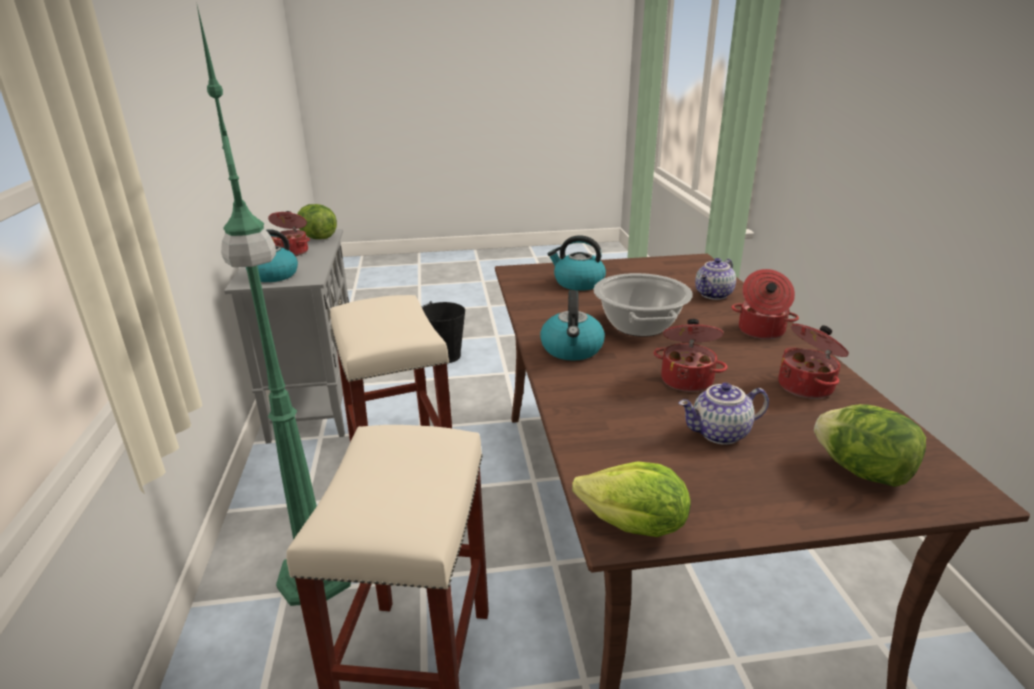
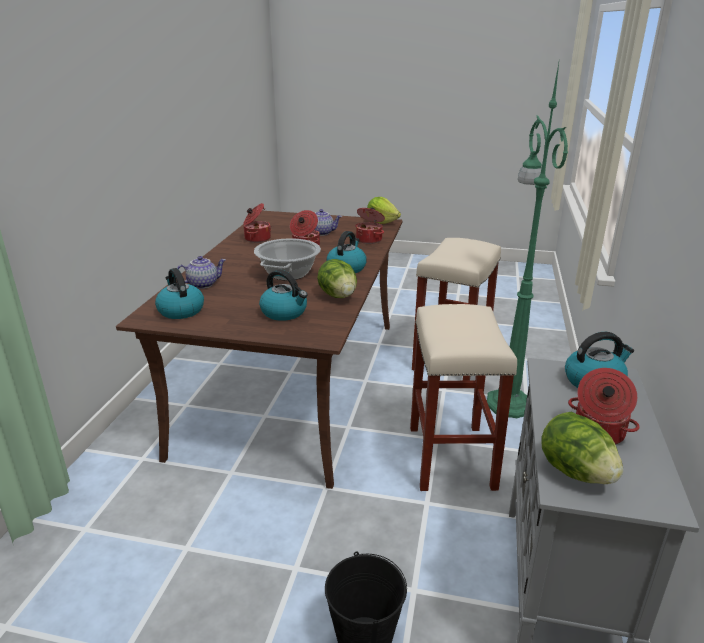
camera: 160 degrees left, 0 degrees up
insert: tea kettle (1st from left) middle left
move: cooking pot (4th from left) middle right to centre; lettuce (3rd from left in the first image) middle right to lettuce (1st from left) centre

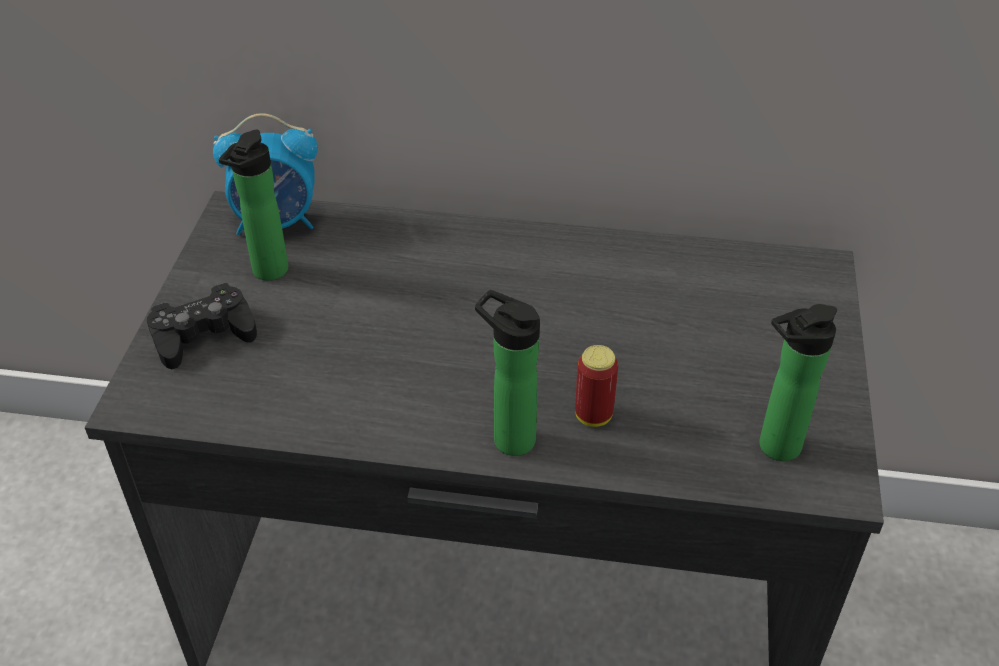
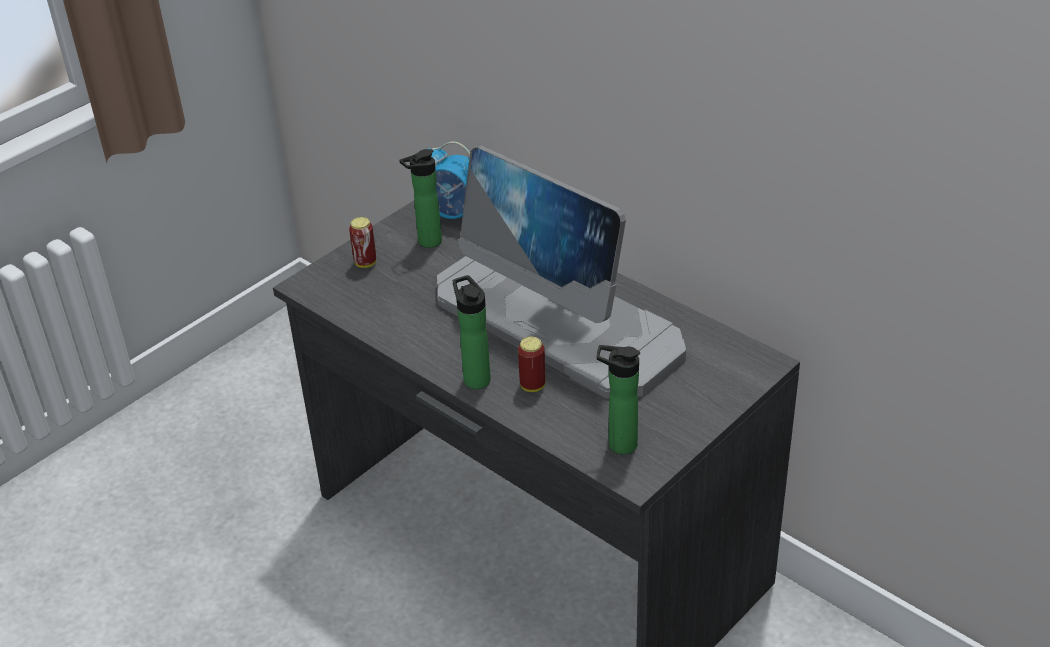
camera: 35 degrees right, 5 degrees down
insert: computer screen centre
replace: blackish joypad middle left to metal can (1st from left) centre

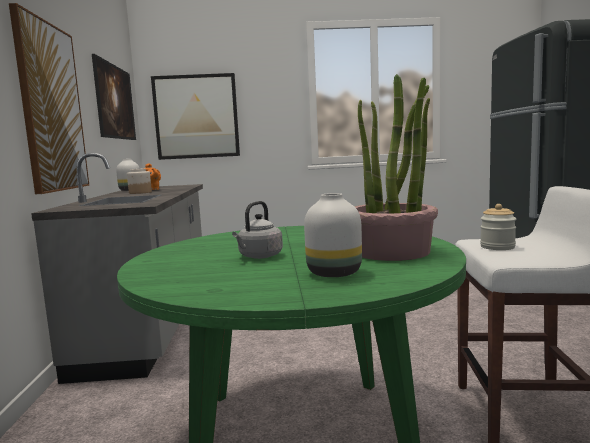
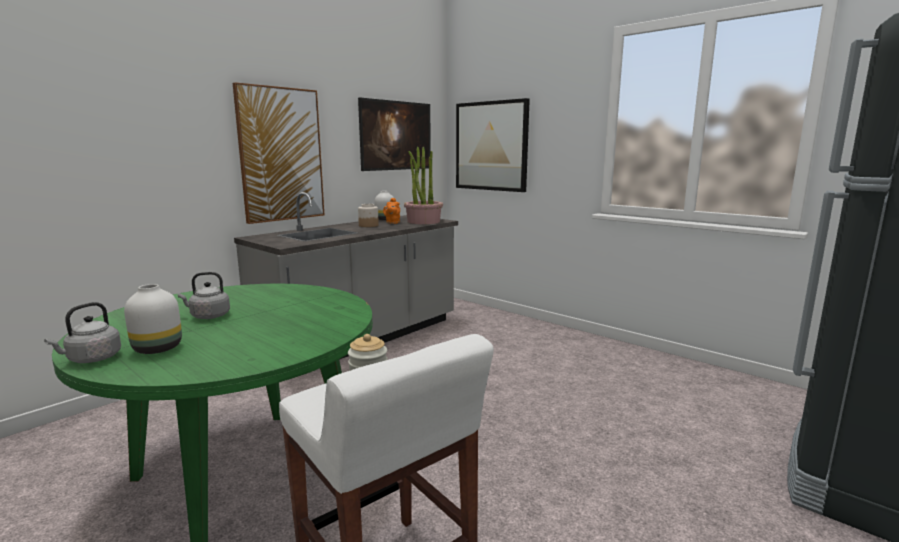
camera: 45 degrees right, 5 degrees up
insert: gray tea kettle (1st from left) middle left
move: houseplant middle right to centre

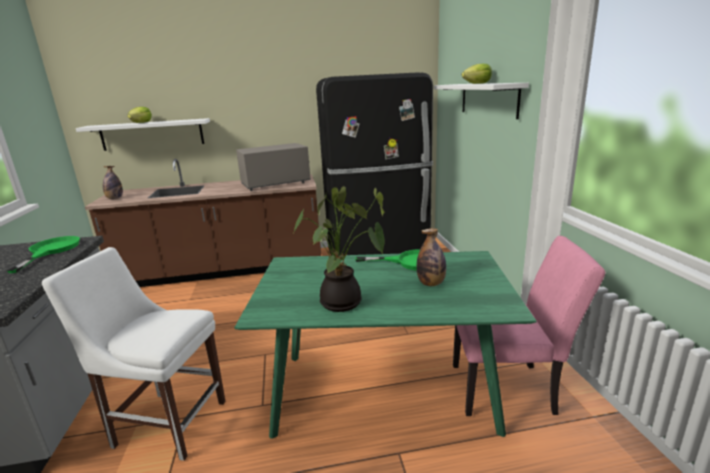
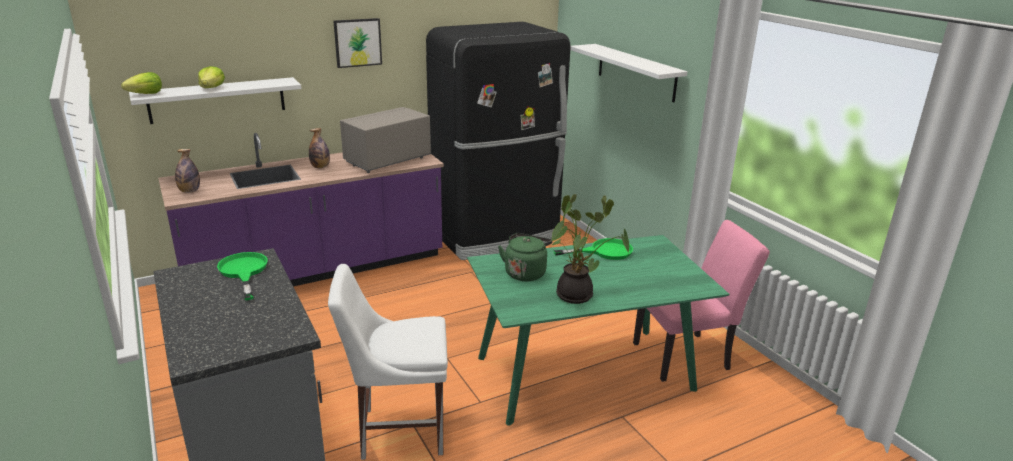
camera: 20 degrees left, 5 degrees up
insert: picture top centre; greenish tea kettle centre
move: drink bottle (2nd from left) centre to top left; lettuce (2nd from left in the first image) top right to lettuce (1st from left) top left
recolor: brown-coloured kitchen counter middle left to purple-coloured kitchen counter middle left

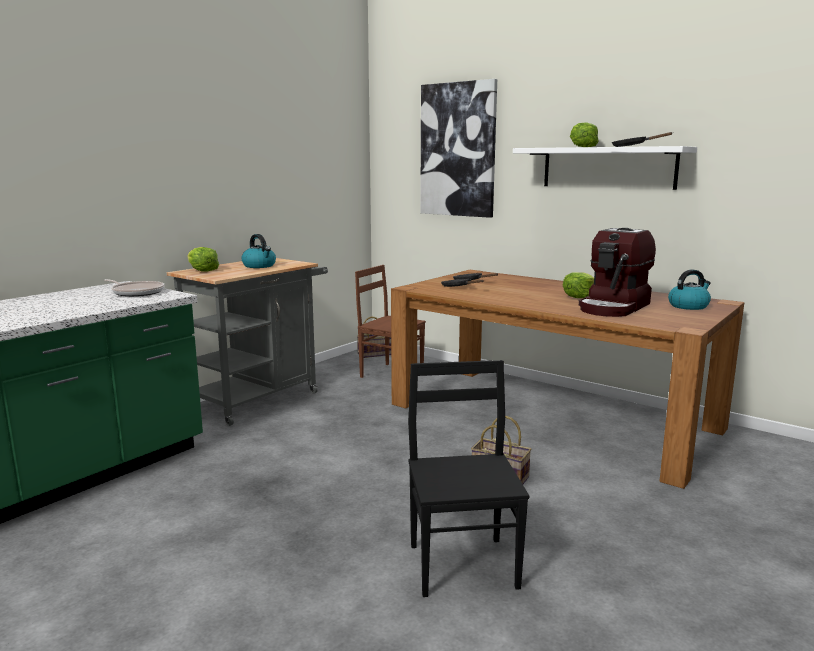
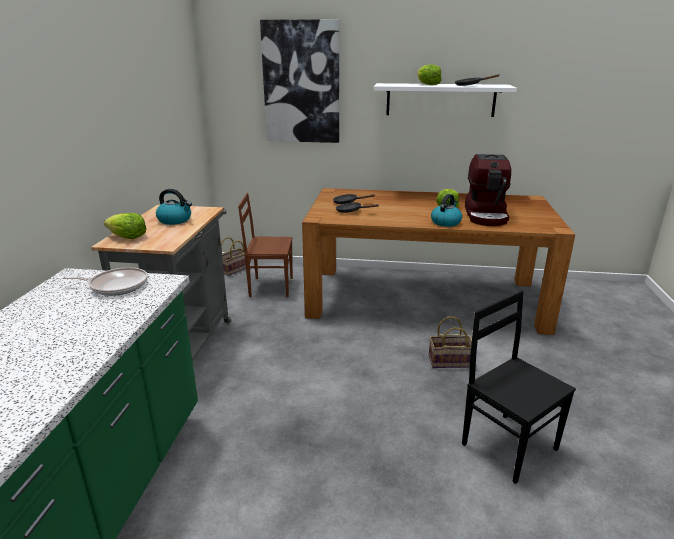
camera: 30 degrees left, 10 degrees up
move: tea kettle (2nd from left) middle right to centre

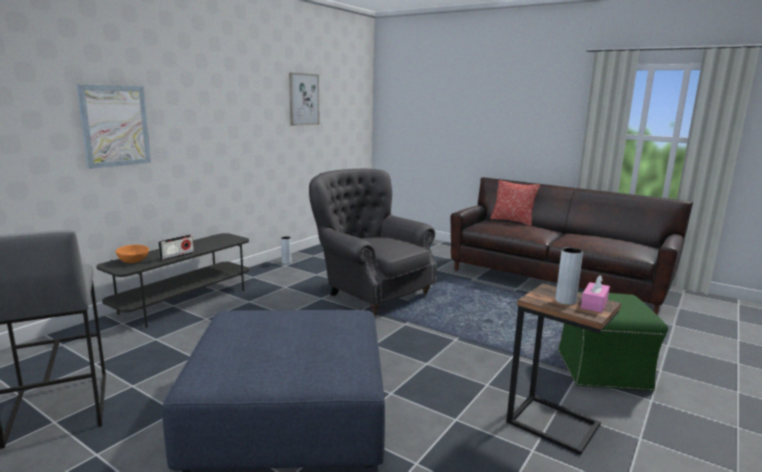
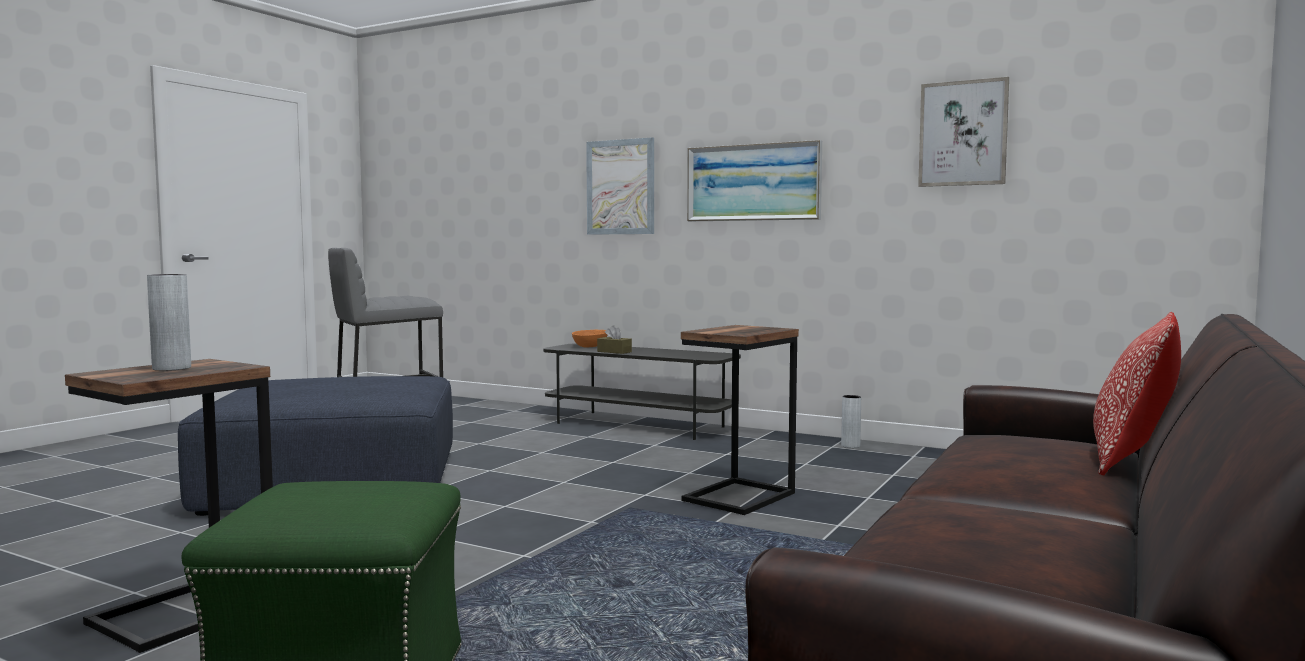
camera: 85 degrees right, 10 degrees down
delete: pink-coloured tissue box middle right
insert: picture (2nd from left) top centre
replace: radio set middle left to brown-coloured tissue box centre; gray easy chair centre to accent table (2nd from left) centre

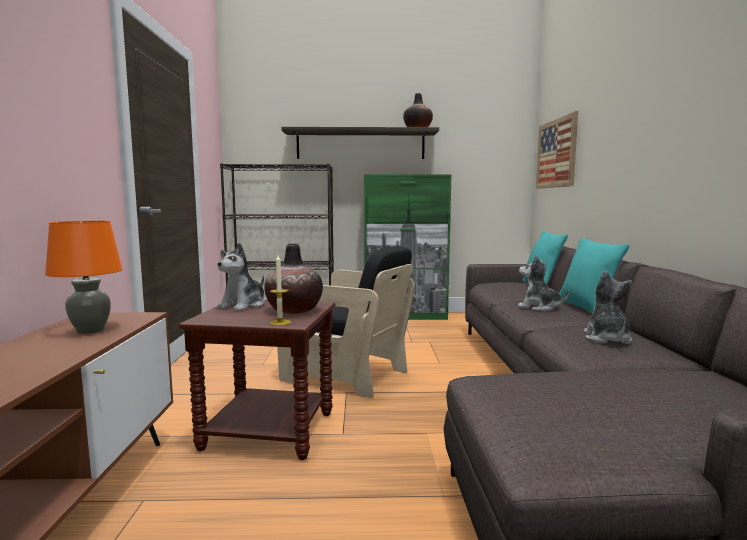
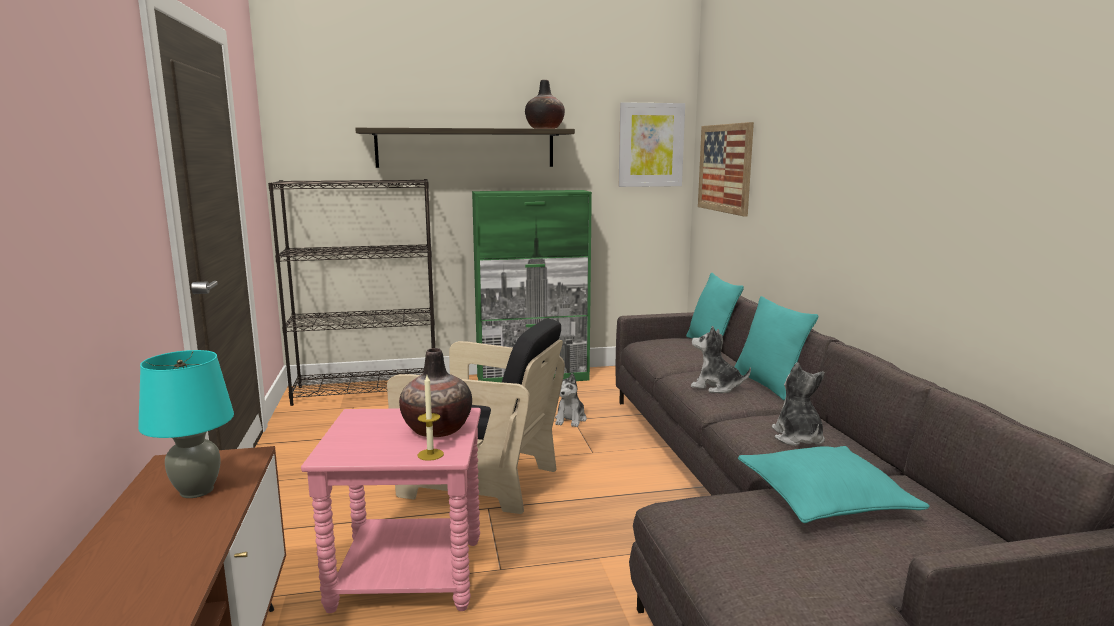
camera: 10 degrees left, 5 degrees up
insert: picture (1st from left) top centre; turquoise pillow (3rd from left) bottom right
move: plush toy (1st from left) middle left to centre
recolor: orangey tabletop lamp middle left to turquoise tabletop lamp bottom left; brown-coloured accent table bottom centre to pink-coloured accent table bottom centre

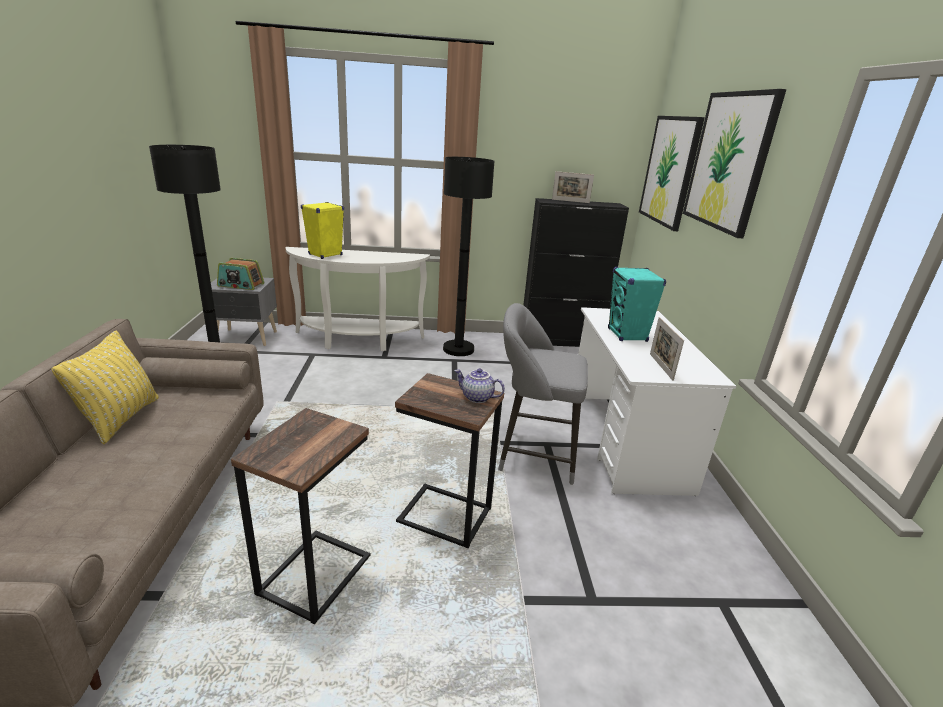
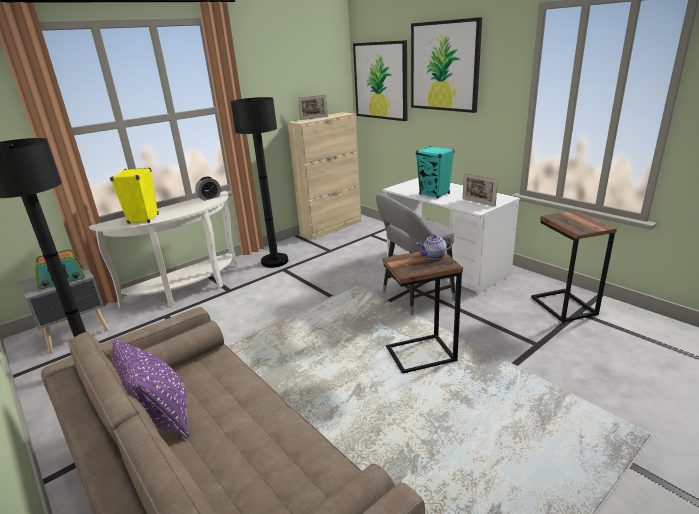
camera: 35 degrees left, 0 degrees up
insert: alarm clock middle left
move: accent table (1st from left in the first image) bottom left to accent table (2nd from left) middle right
recolor: yellow-coloured pillow middle left to purple-coloured pillow bottom left; blackish cupboard centre to beige-coloured cupboard centre

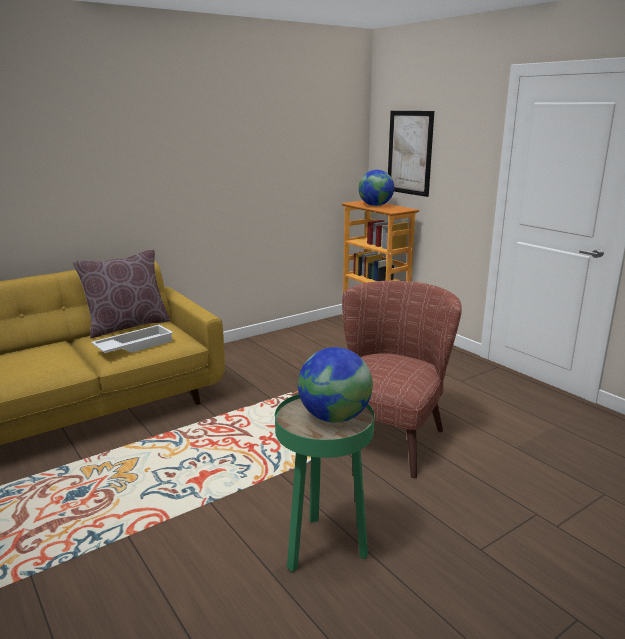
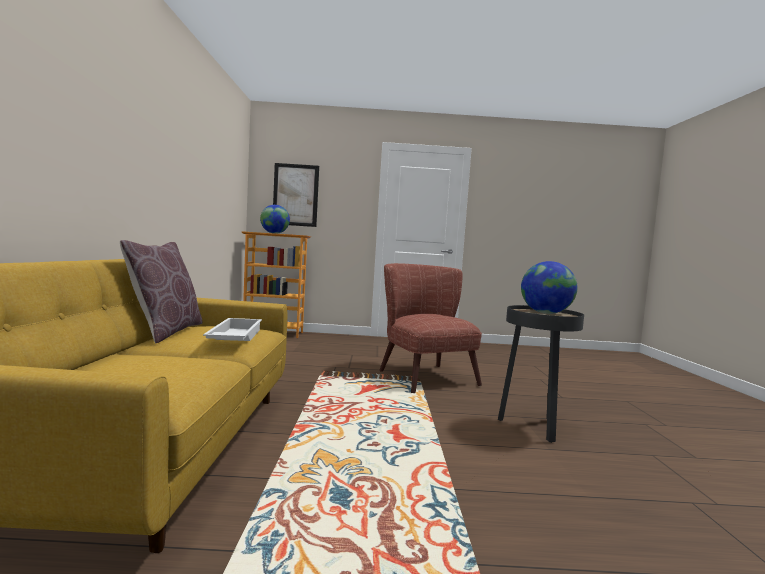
camera: 55 degrees left, 15 degrees down
recolor: greenish accent table bottom centre to blackish accent table middle right

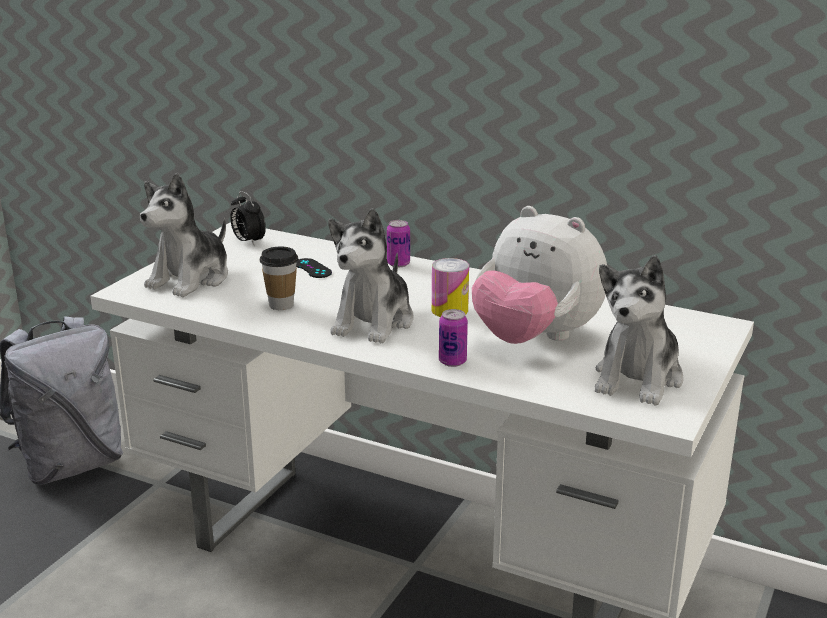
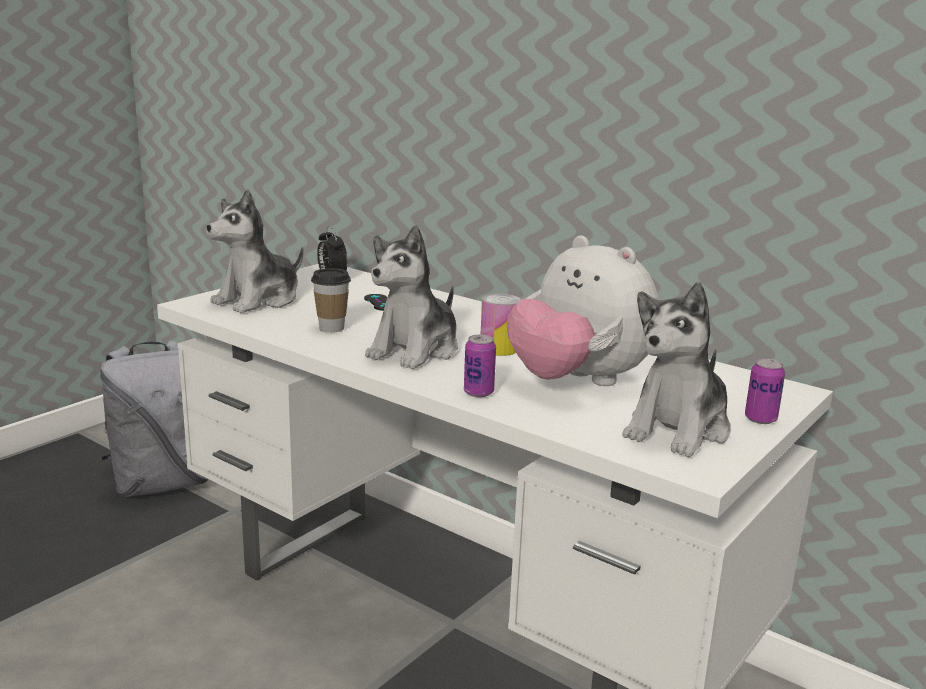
camera: 10 degrees right, 5 degrees down
move: metal can (1st from left in the first image) centre to metal can (3rd from left) middle right

